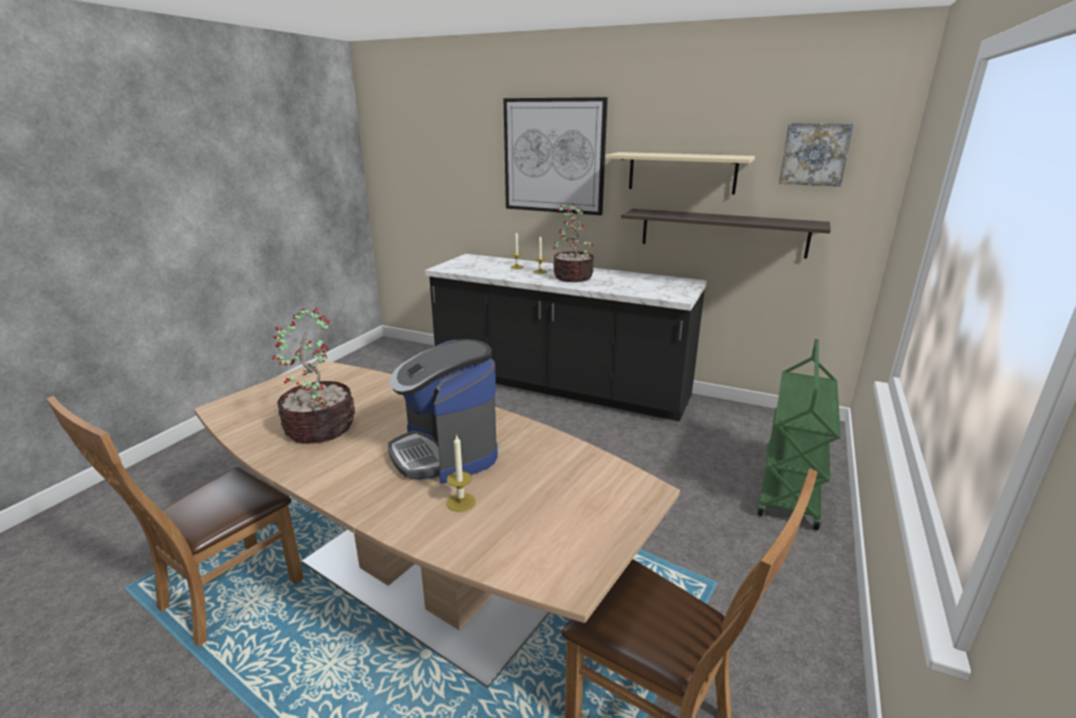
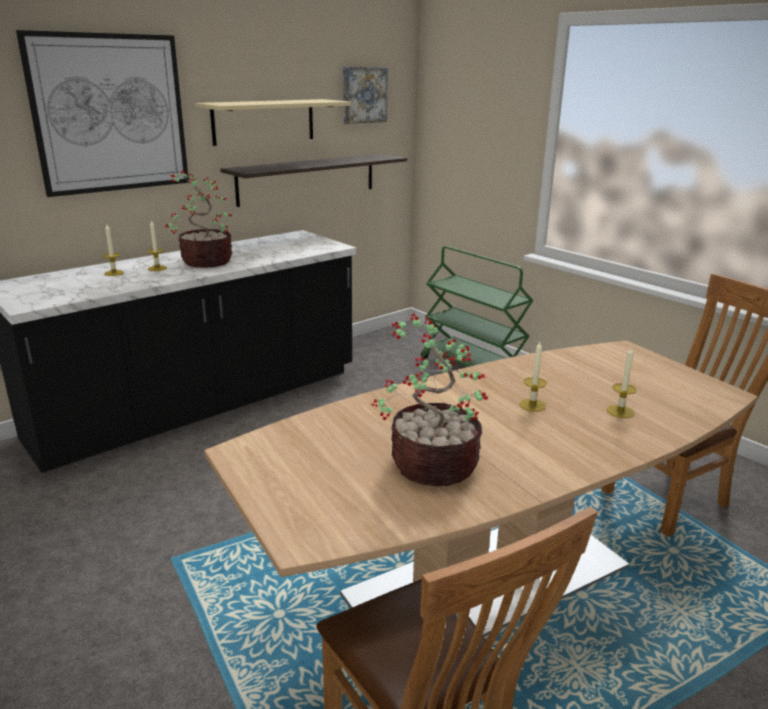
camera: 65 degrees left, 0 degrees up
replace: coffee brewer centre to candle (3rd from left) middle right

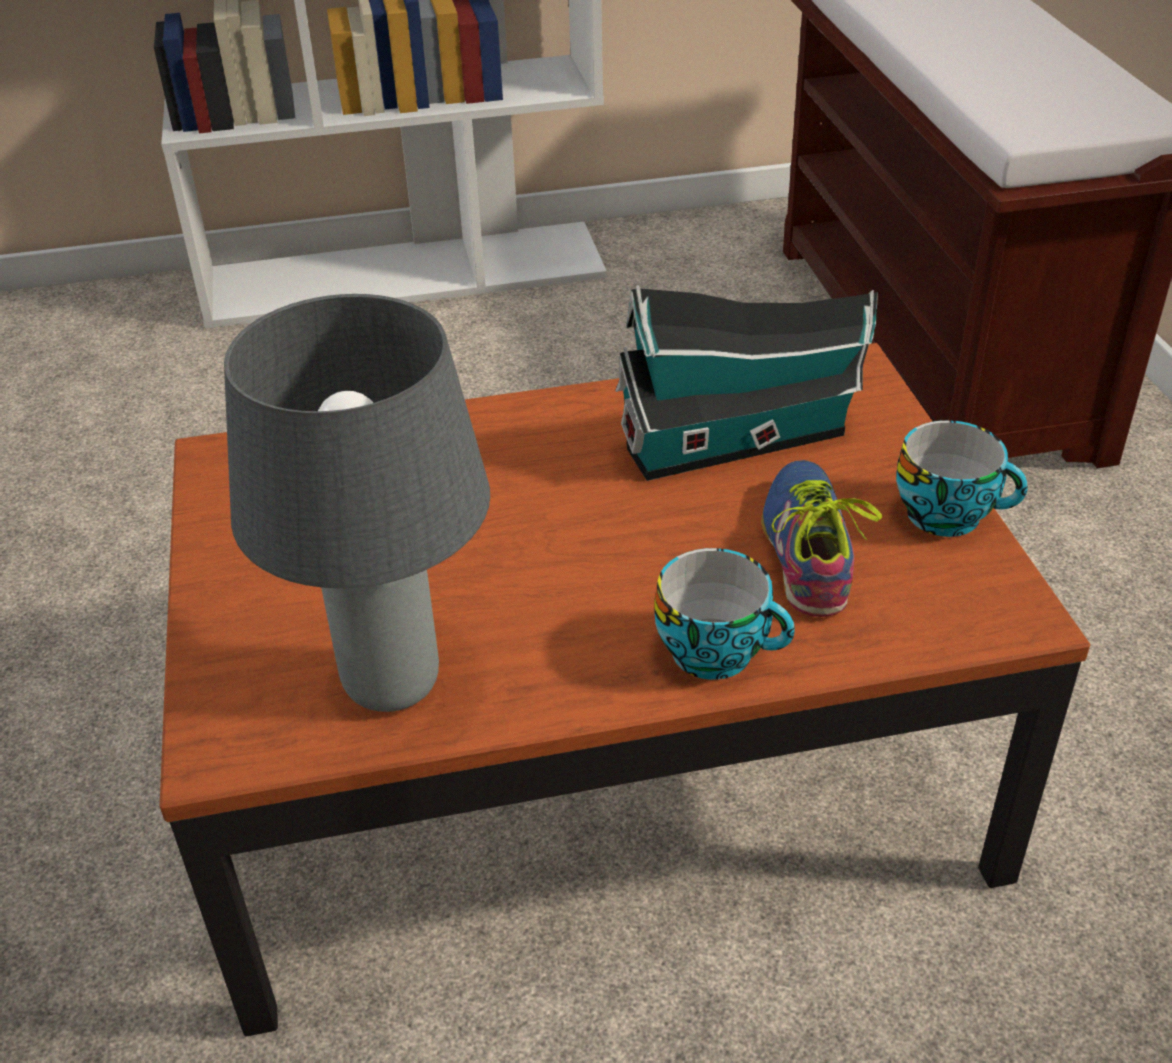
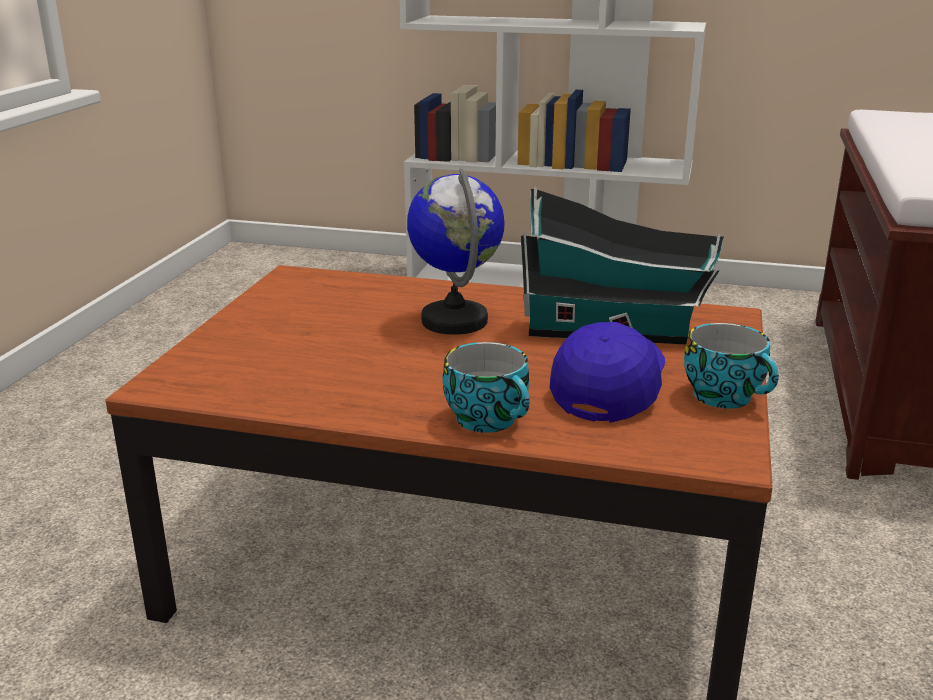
camera: 25 degrees right, 15 degrees down
delete: gray tabletop lamp middle left
insert: desk globe centre
replace: low shoe middle right to blue peaked cap centre

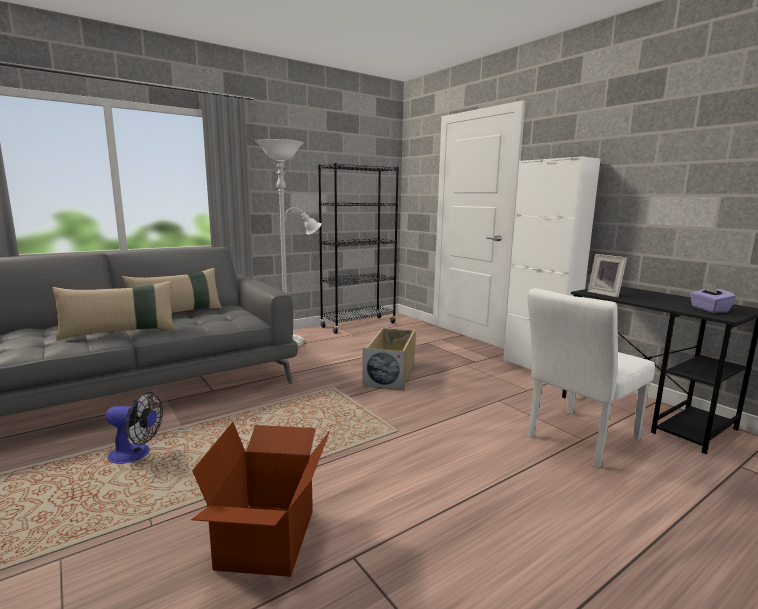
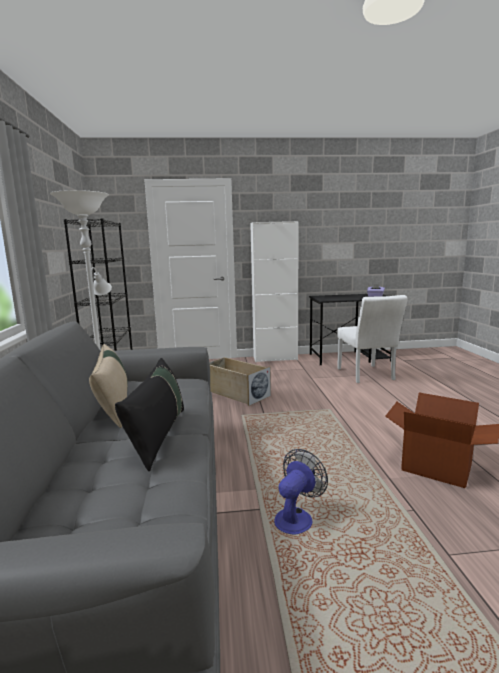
camera: 60 degrees left, 0 degrees up
delete: photo frame middle right
recolor: beige-coloured pillow (1st from left) middle left to blackish pillow middle left

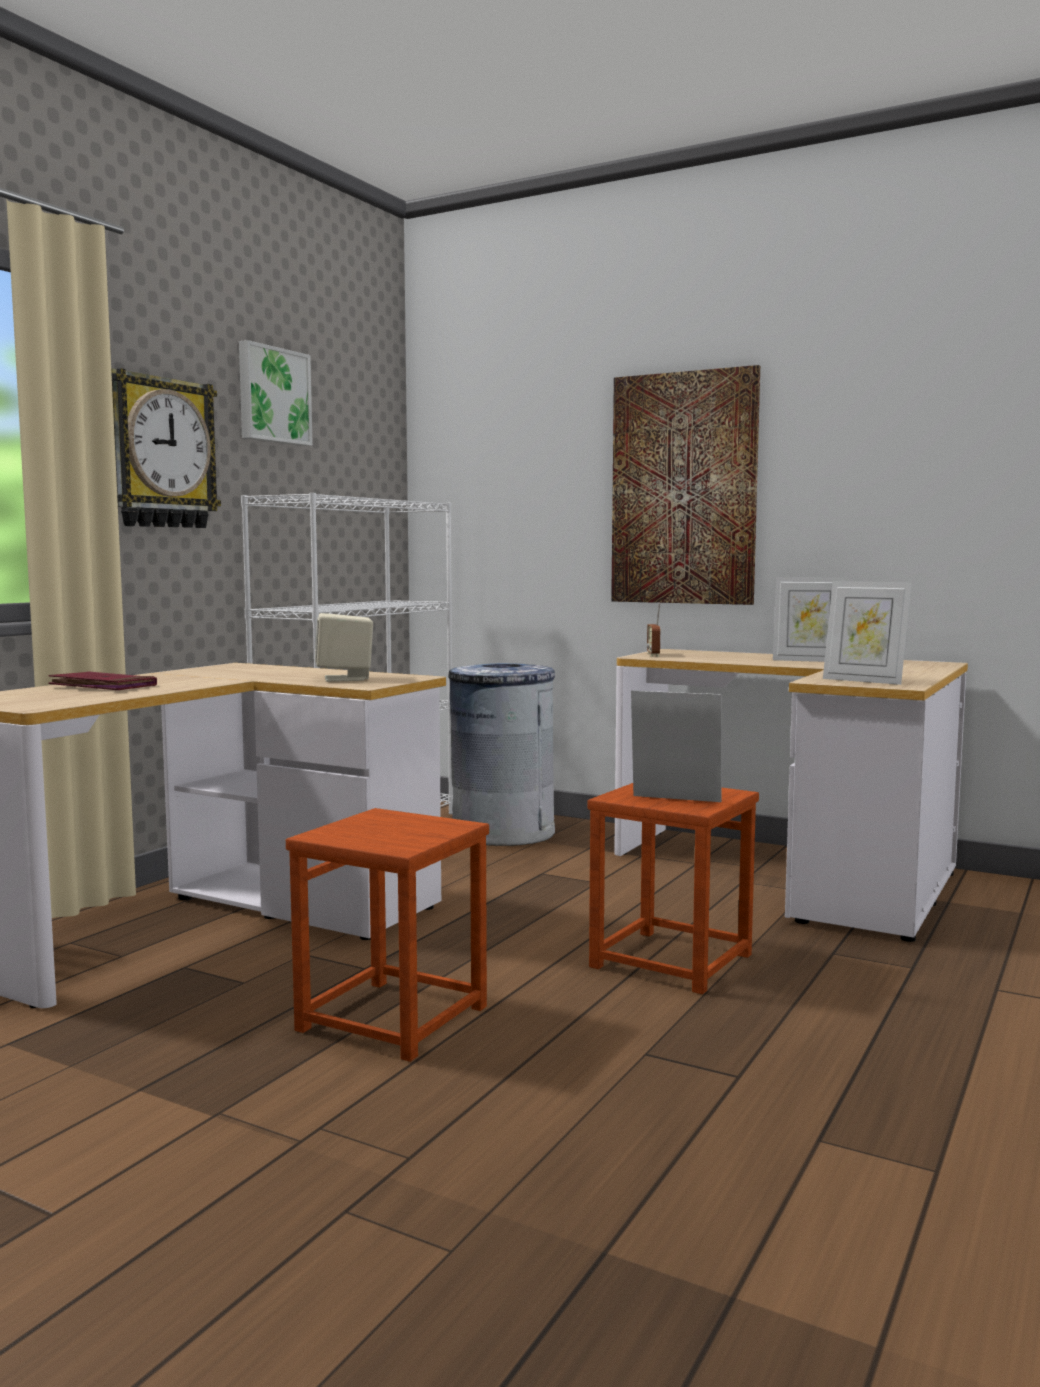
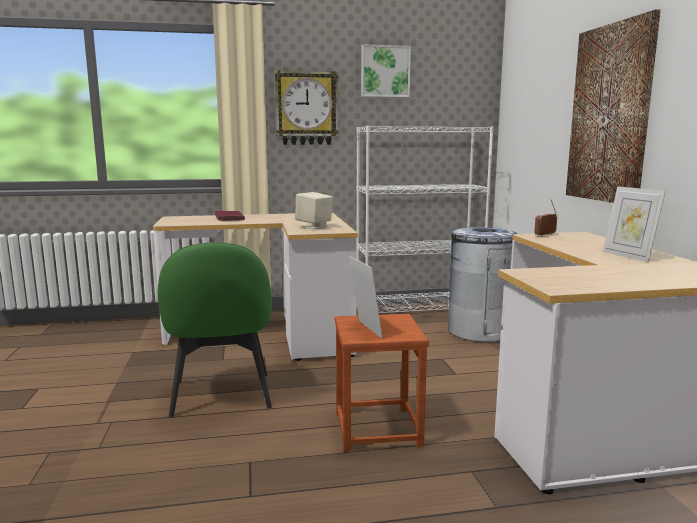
camera: 50 degrees right, 5 degrees up
delete: photo frame (3rd from left) middle right
replace: brown-coloured stool (1st from left) bottom centre to greenish upright chair middle left

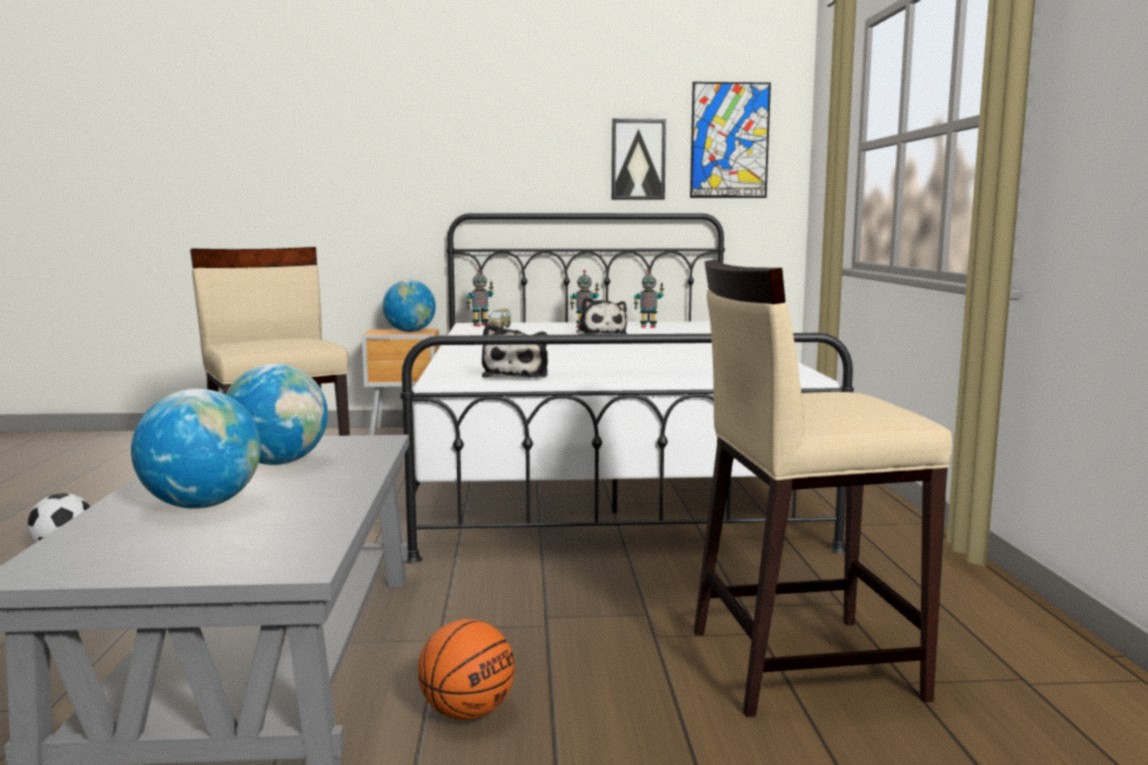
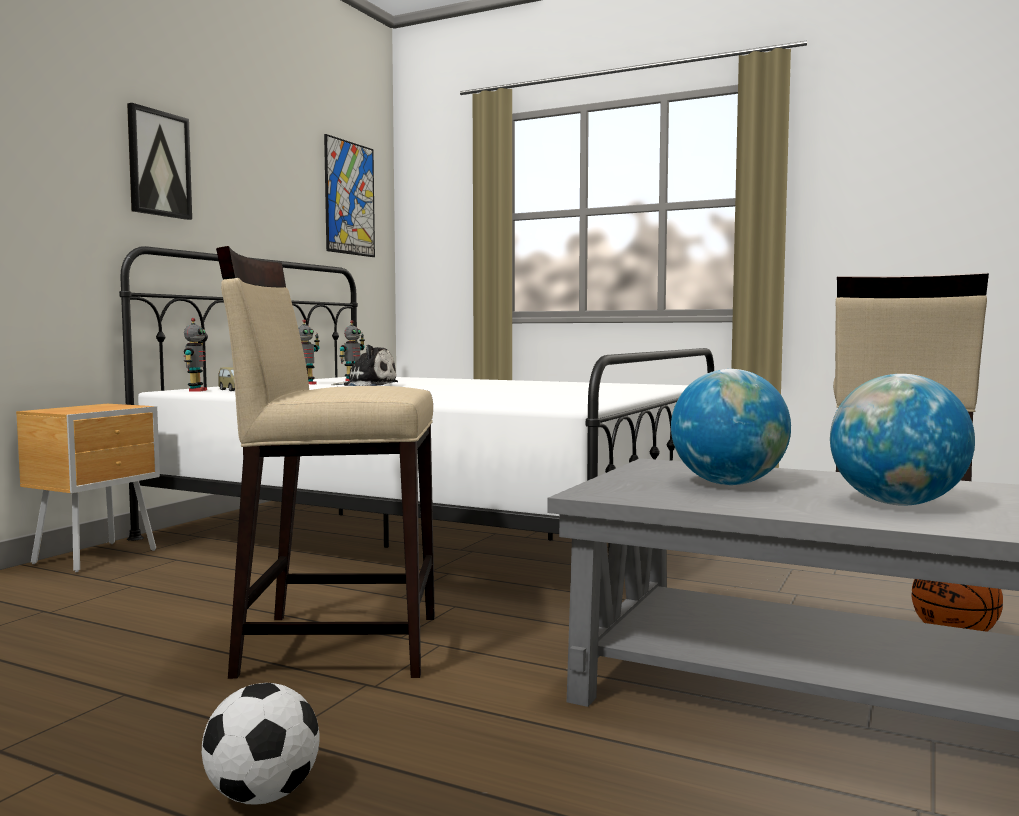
camera: 60 degrees left, 5 degrees down
delete: desk globe (3rd from left) centre; plush toy (1st from left) centre
move: picture (1st from left) top centre to top left

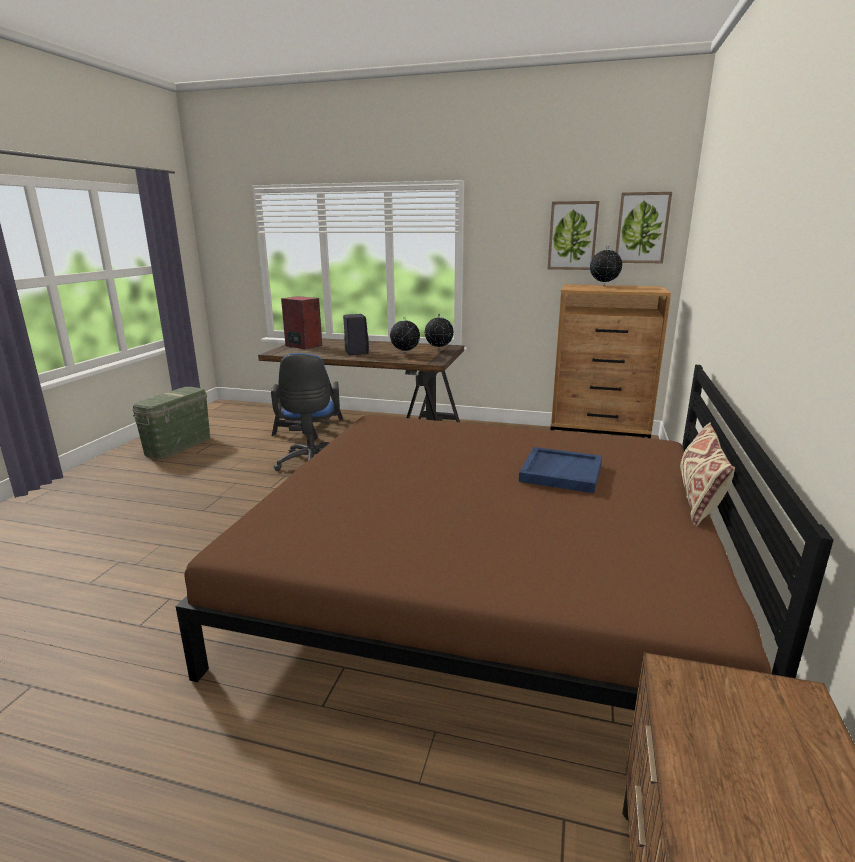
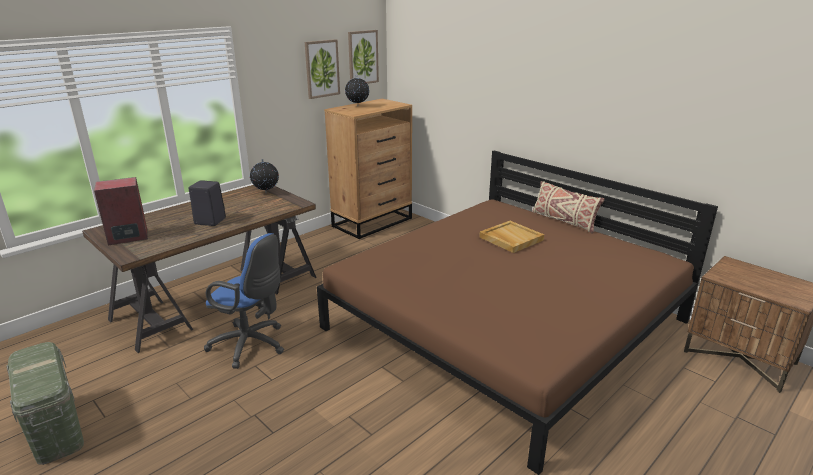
camera: 60 degrees left, 5 degrees up
delete: desk globe (1st from left) centre
recolor: blue serving tray centre to beige-coloured serving tray centre

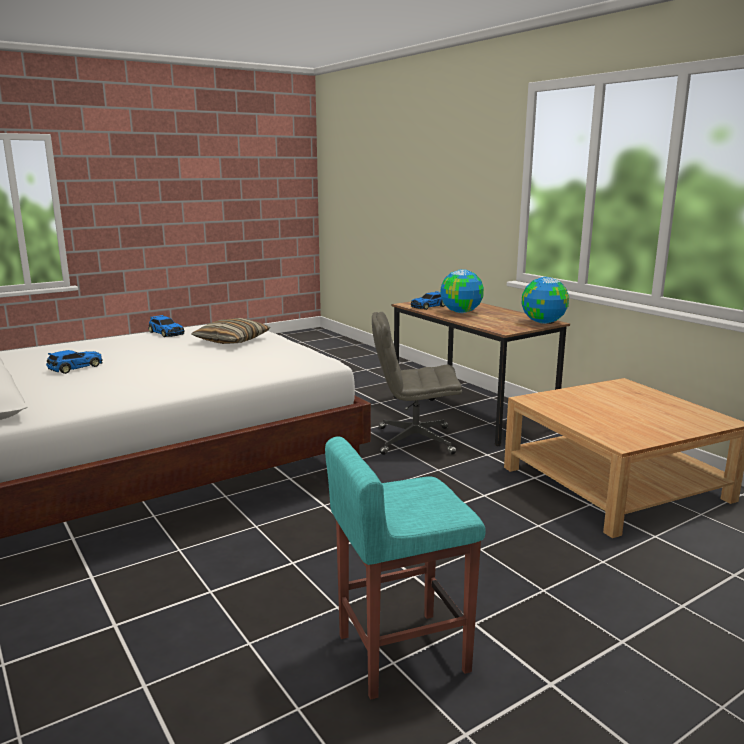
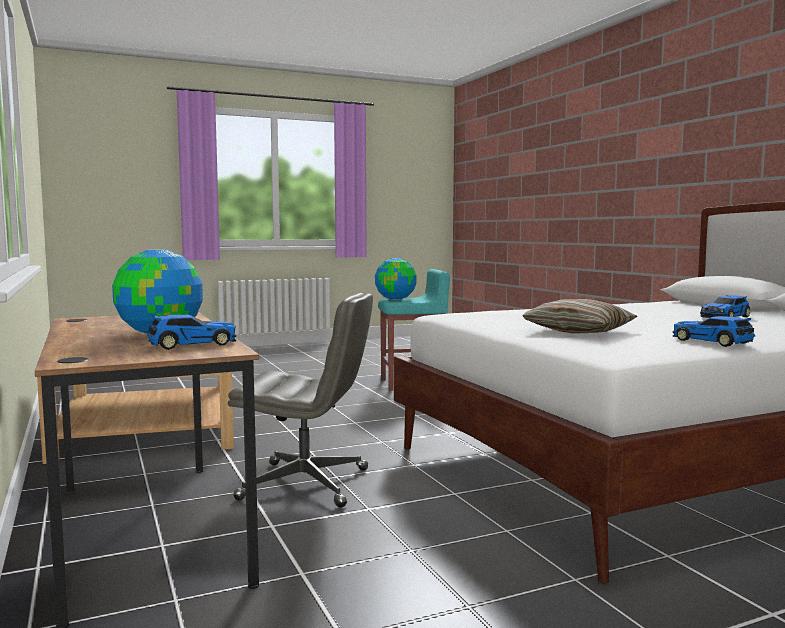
camera: 170 degrees left, 10 degrees down
move: desk globe (2nd from left) middle right to centre

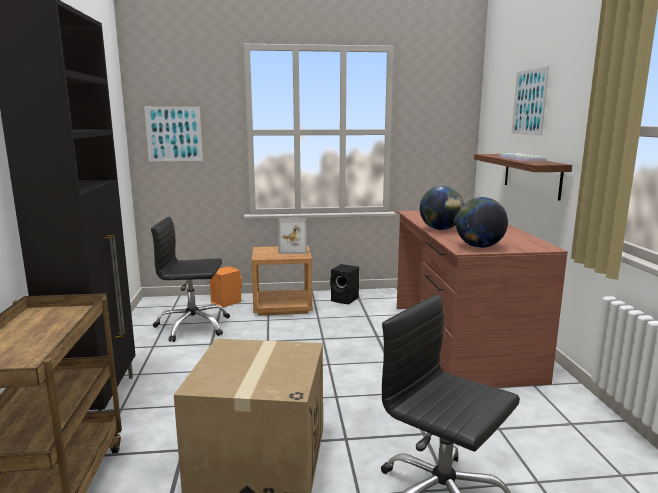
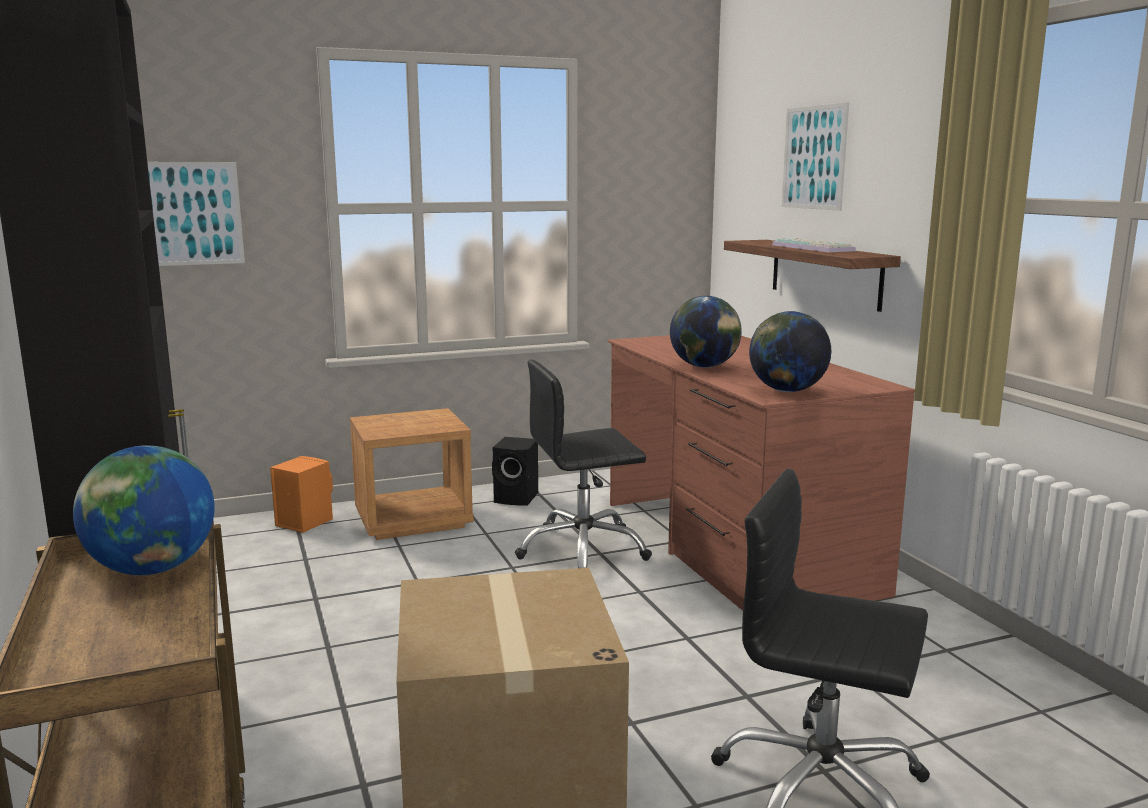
camera: 15 degrees left, 0 degrees up
delete: photo frame centre
insert: desk globe (1st from left) middle left
move: blackish office chair (1st from left) middle left to centre

